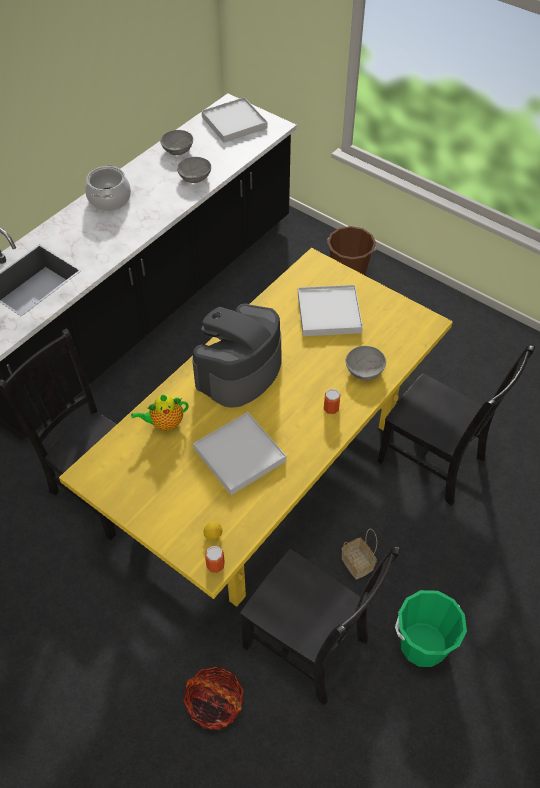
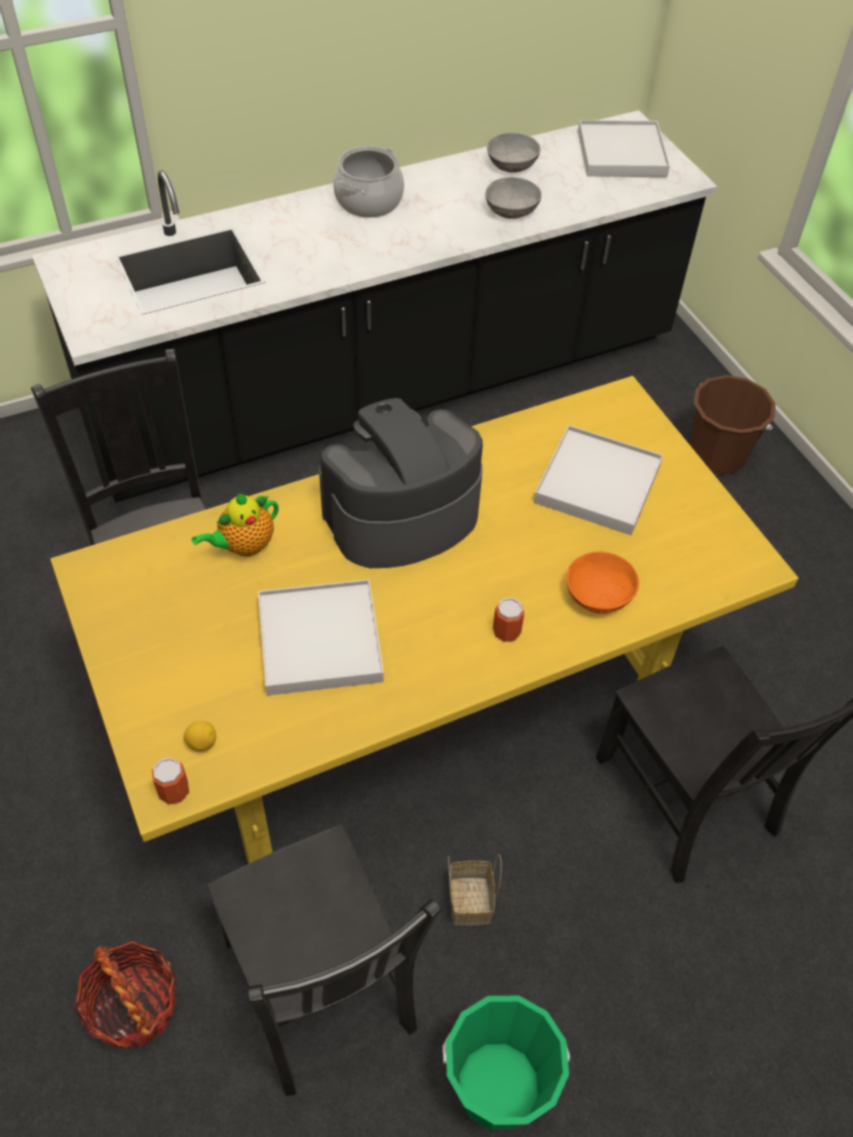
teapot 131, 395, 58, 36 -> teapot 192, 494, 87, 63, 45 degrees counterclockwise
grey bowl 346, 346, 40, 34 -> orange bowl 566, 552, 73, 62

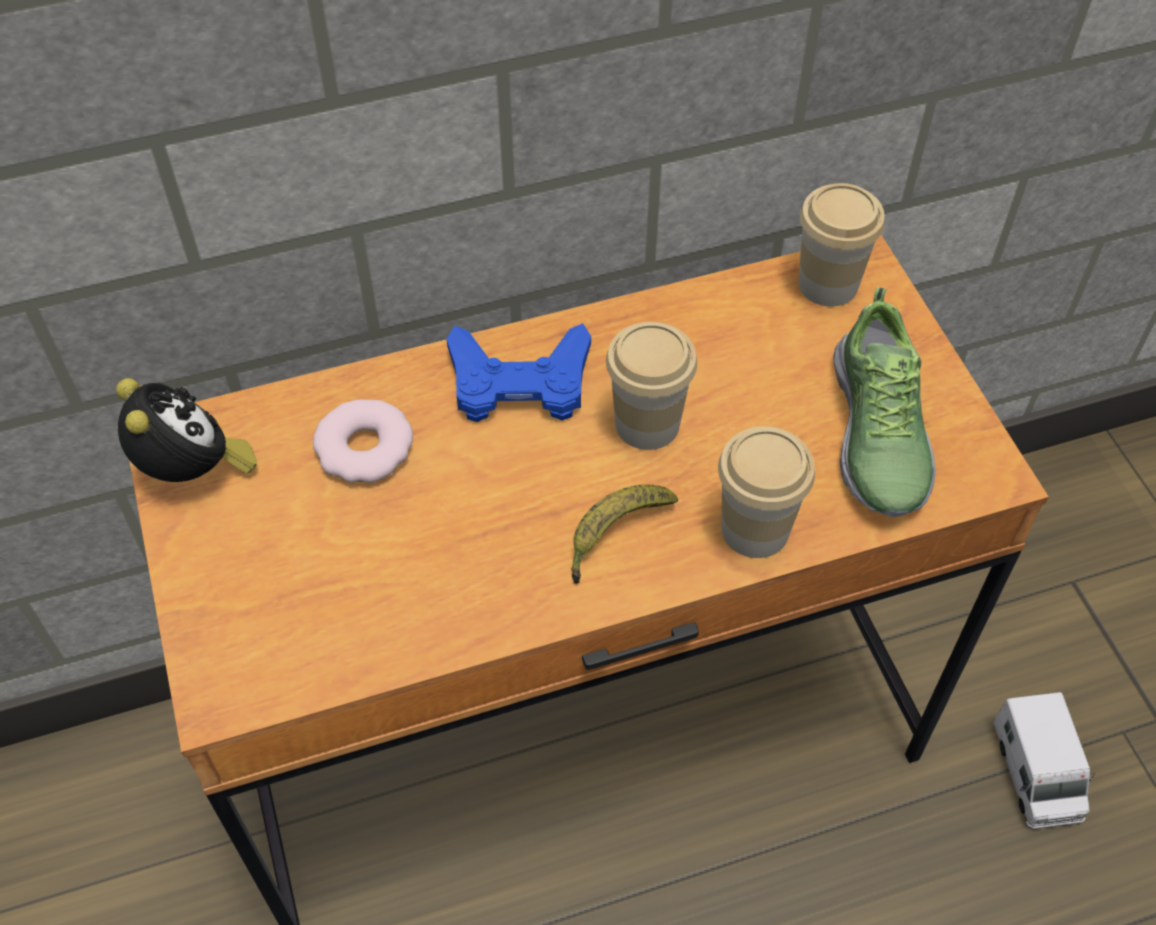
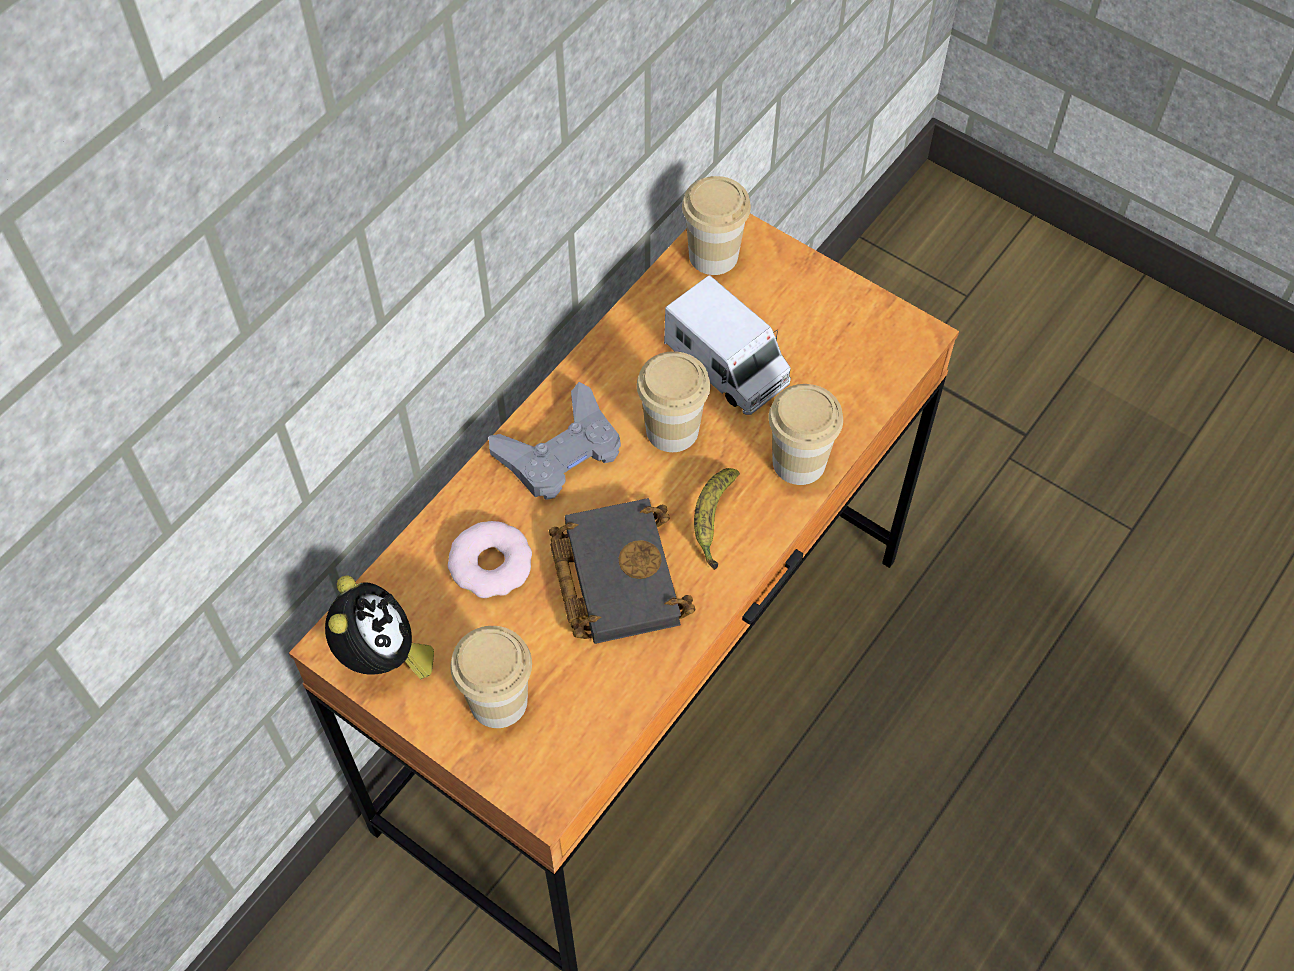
alarm clock 116, 378, 141, 104 -> alarm clock 325, 576, 109, 103, 60 degrees clockwise
none -> cup 451, 626, 81, 102
blue game controller 447, 323, 144, 99 -> grey game controller 489, 382, 132, 118
none -> black book 549, 498, 147, 146
toy truck 992, 692, 103, 137 -> toy truck 664, 275, 127, 140, shifted
shoe 833, 287, 103, 230 -> none

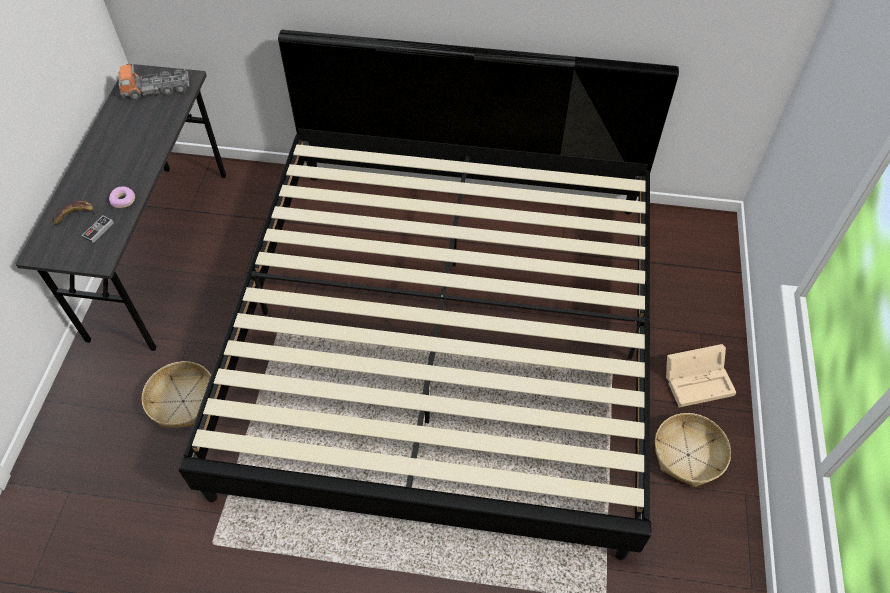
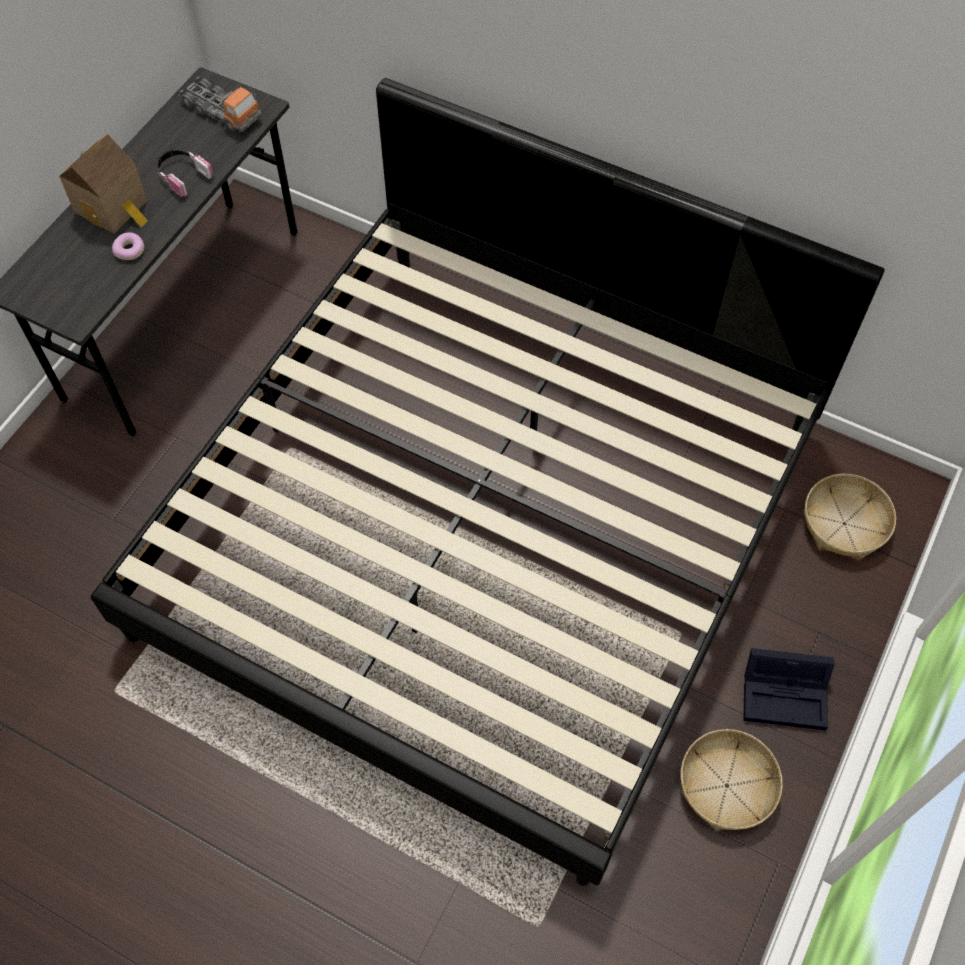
none -> toy house 59, 134, 89, 100
none -> headphones 157, 150, 56, 47
toy truck 119, 63, 70, 37 -> toy truck 179, 76, 83, 56, 150 degrees counterclockwise
beige storage box 666, 344, 70, 64 -> black storage box 743, 648, 92, 82
basket 142, 361, 69, 67 -> basket 803, 474, 93, 86, shifted
banana 54, 201, 44, 24 -> none
game controller 82, 216, 32, 27 -> none

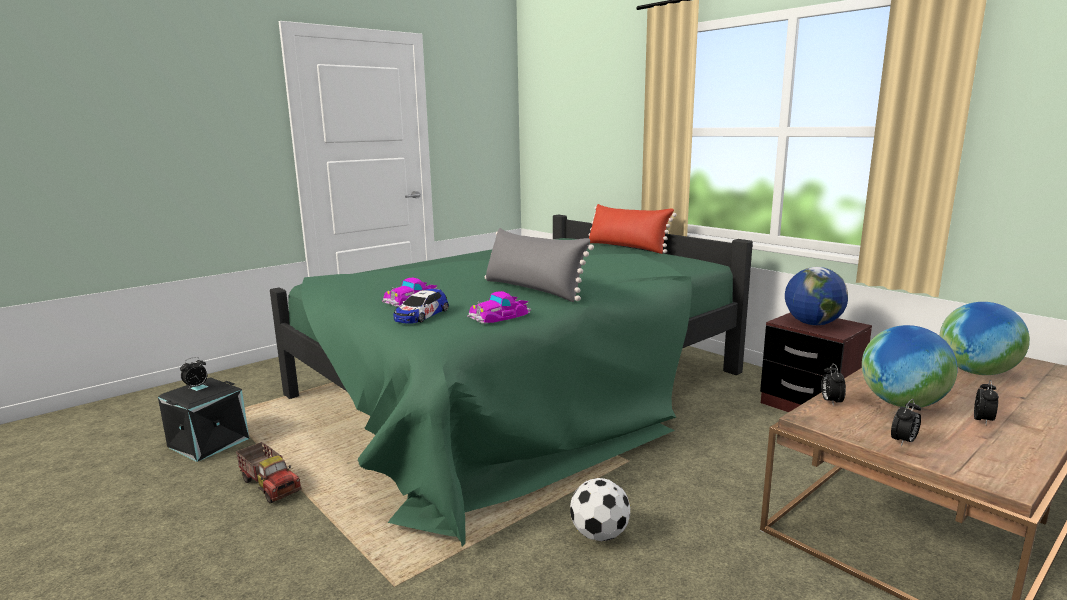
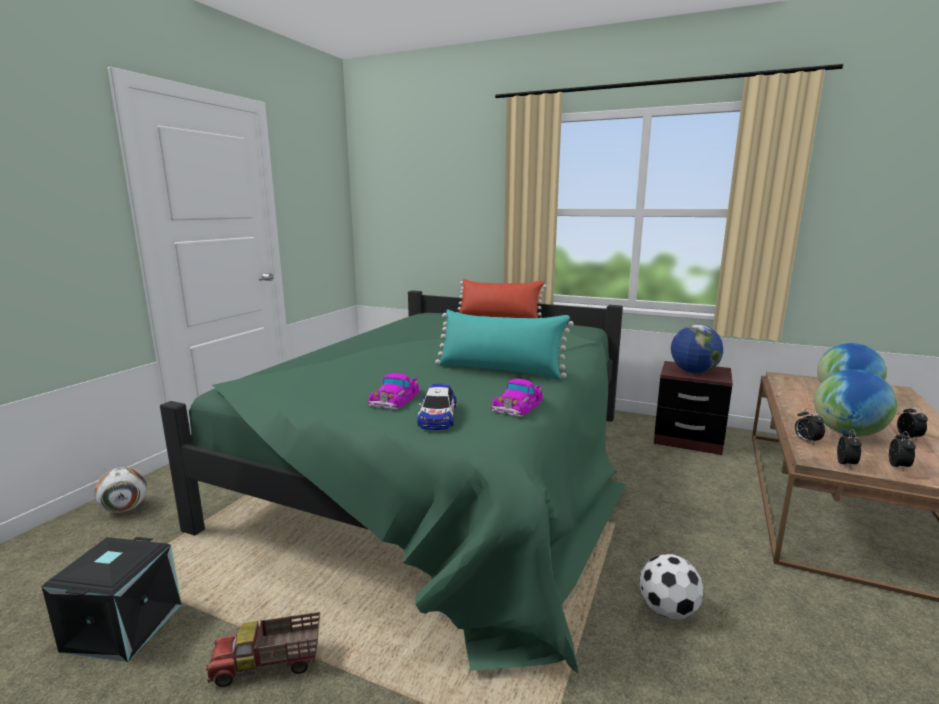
none -> football 94, 467, 53, 46
toy truck 236, 442, 66, 62 -> toy truck 206, 612, 114, 75, 150 degrees clockwise
grey pillow 485, 228, 109, 74 -> turquoise pillow 435, 310, 139, 70
alarm clock 180, 357, 27, 31 -> alarm clock 837, 429, 25, 40, shifted

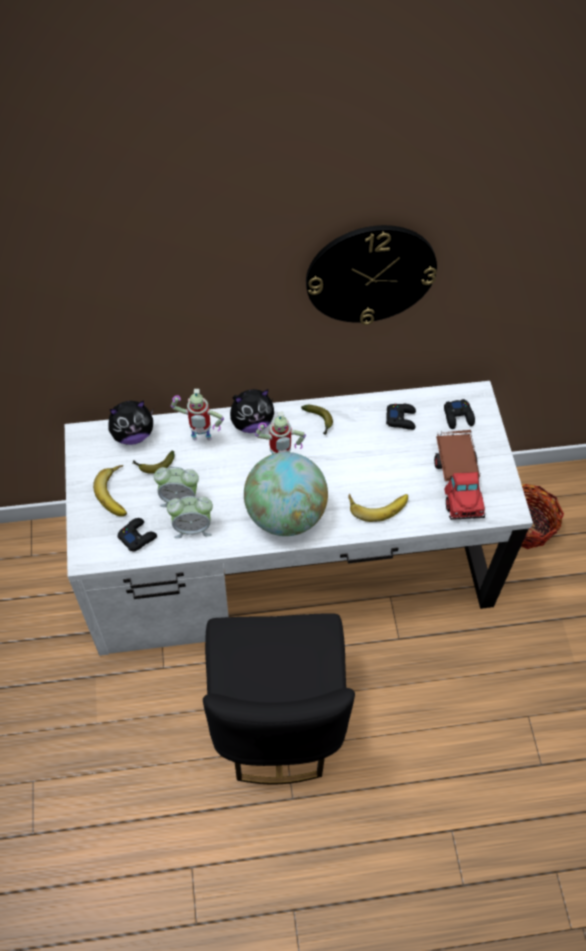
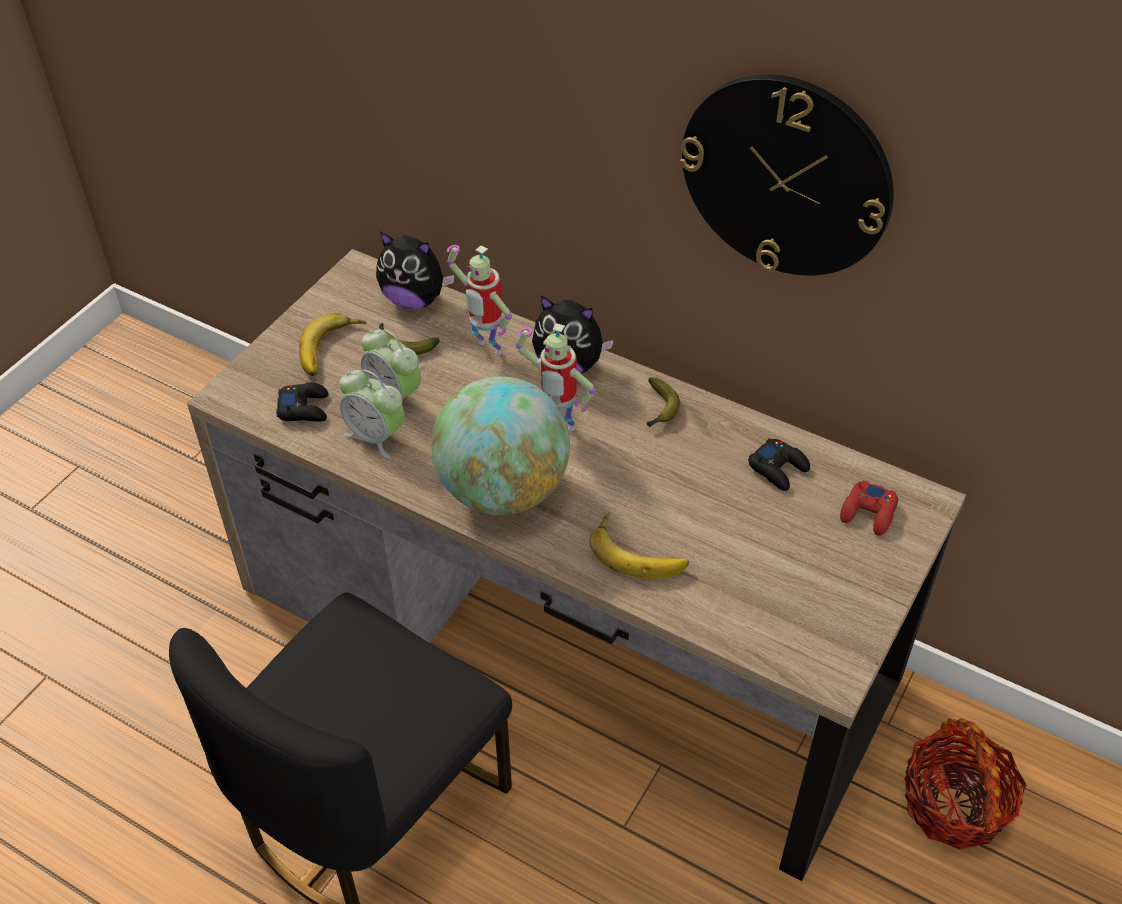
white desk 65, 381, 468, 275 -> brown desk 187, 249, 779, 632
black game controller 444, 399, 31, 30 -> red game controller 840, 480, 58, 56
toy truck 434, 430, 51, 90 -> none

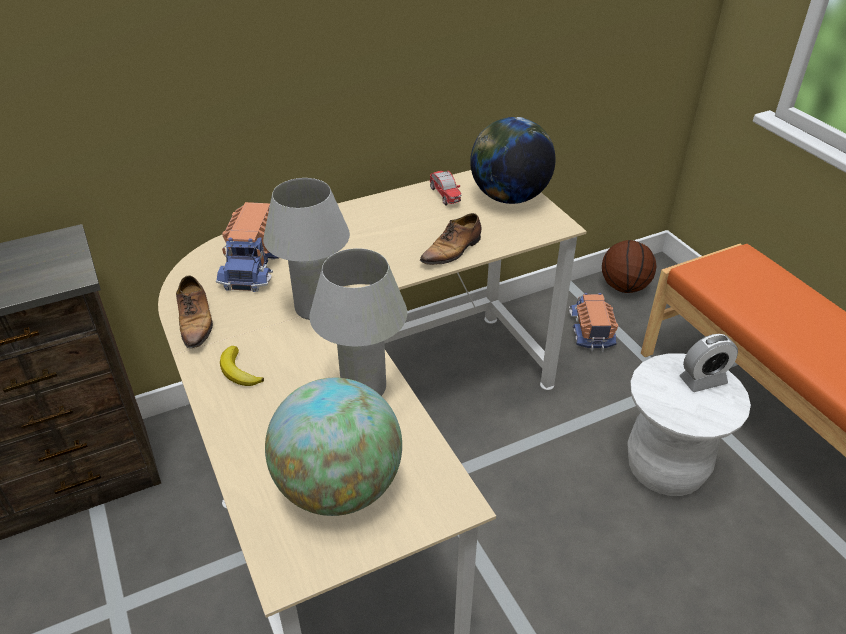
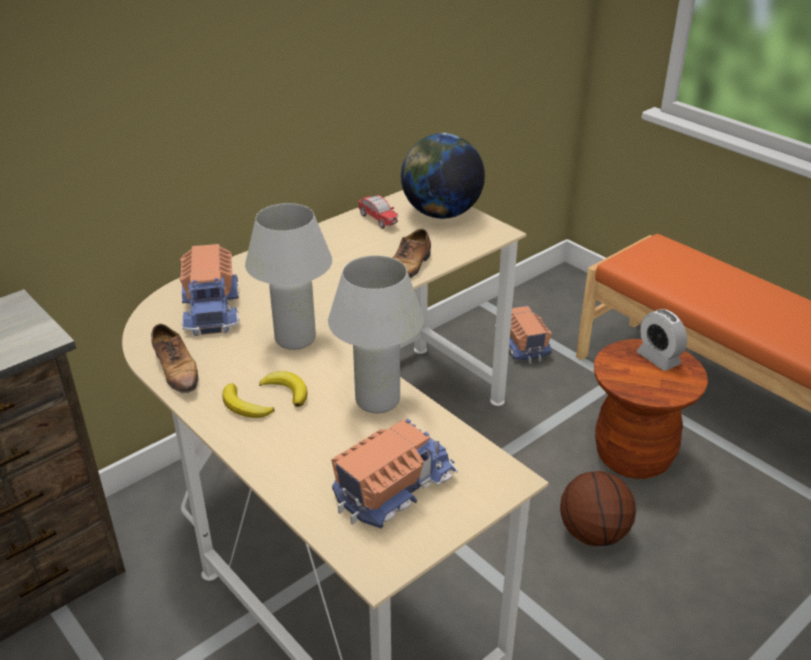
none -> banana 259, 371, 48, 36
globe 265, 378, 137, 138 -> toy truck 331, 419, 127, 109
basketball 602, 240, 54, 53 -> basketball 560, 471, 76, 75, shifted
white stool 627, 353, 124, 143 -> brown stool 594, 339, 114, 140
alarm clock 680, 334, 58, 58 -> alarm clock 637, 309, 50, 62, 90 degrees clockwise

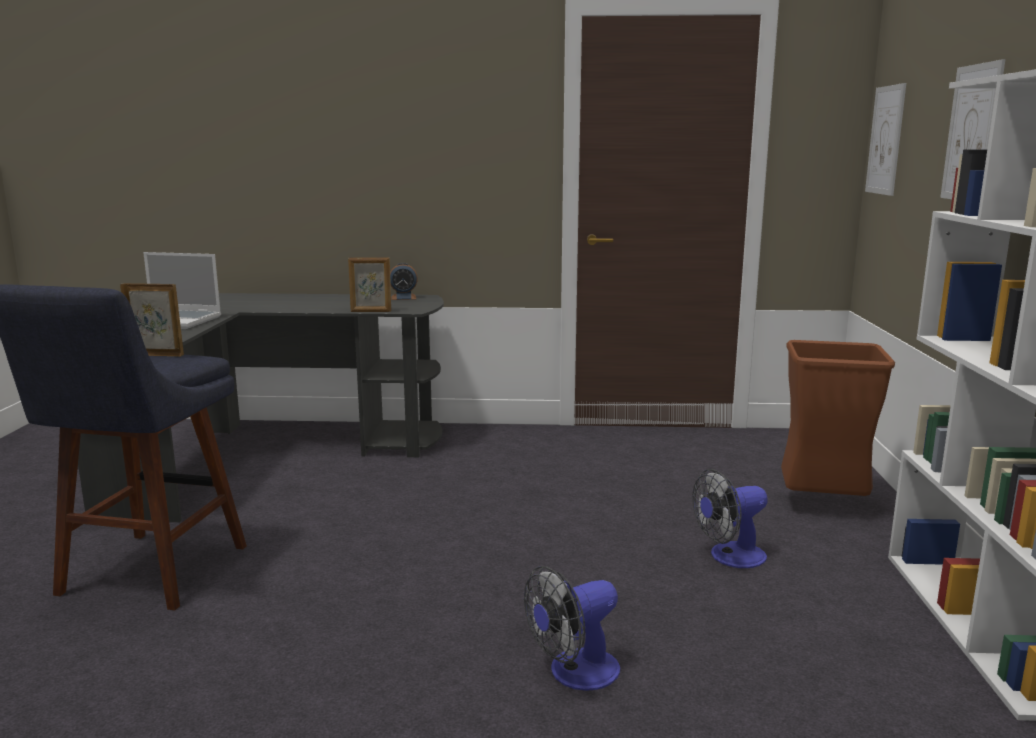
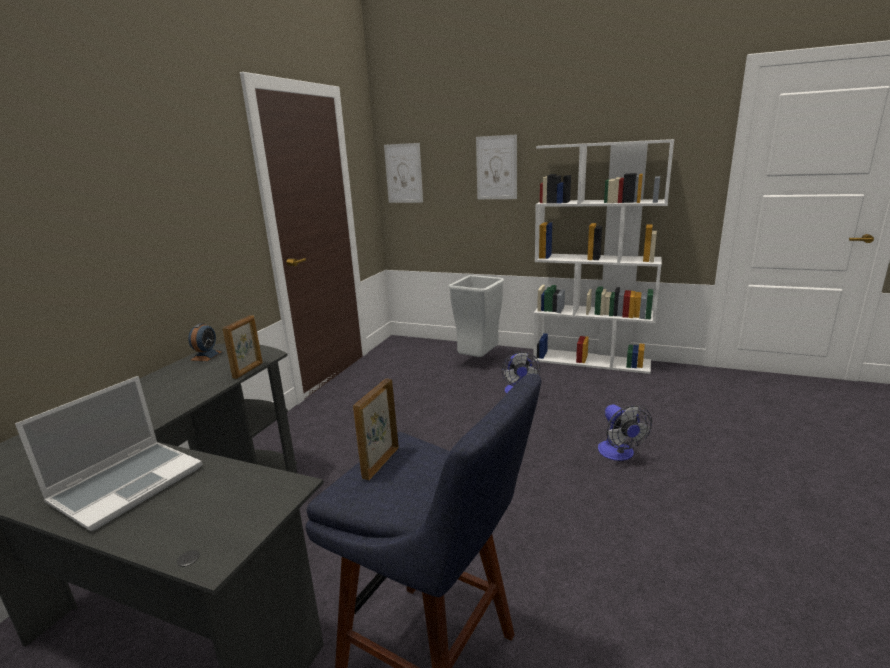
brown trash can 781, 340, 114, 156 -> grey trash can 449, 275, 55, 82

